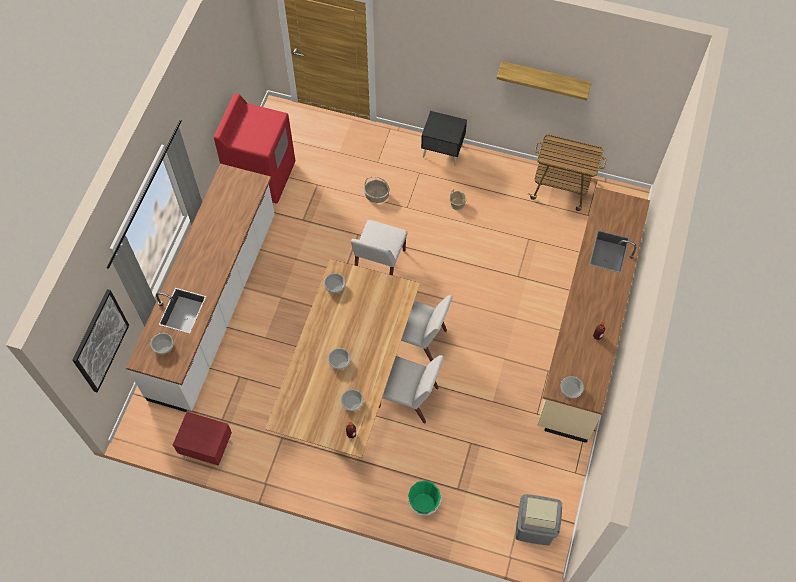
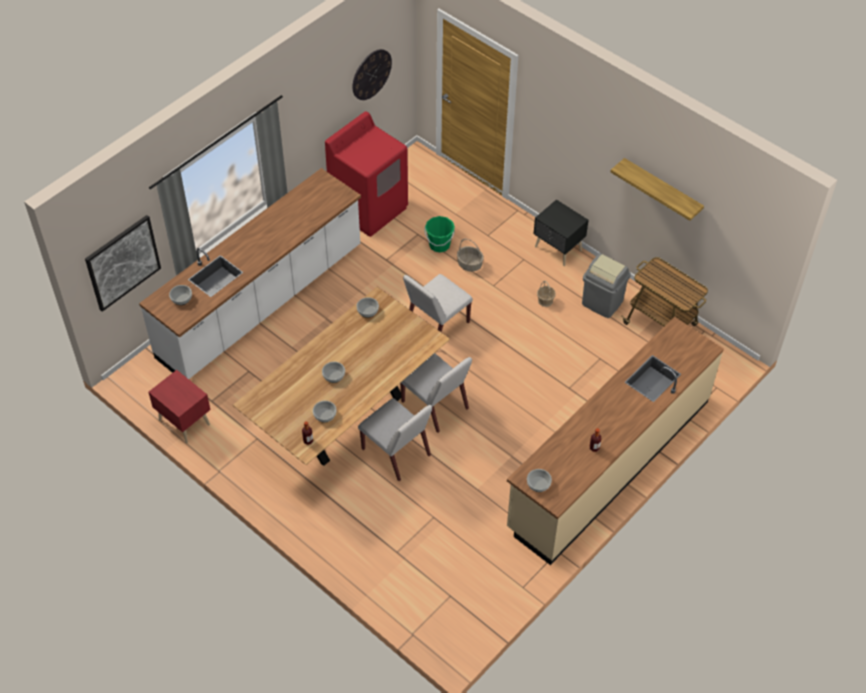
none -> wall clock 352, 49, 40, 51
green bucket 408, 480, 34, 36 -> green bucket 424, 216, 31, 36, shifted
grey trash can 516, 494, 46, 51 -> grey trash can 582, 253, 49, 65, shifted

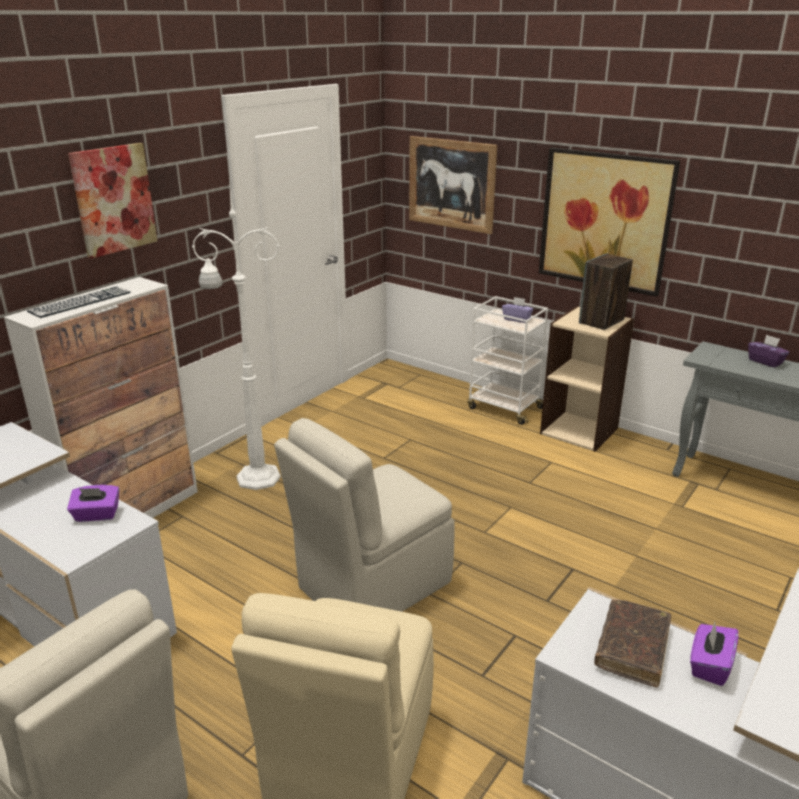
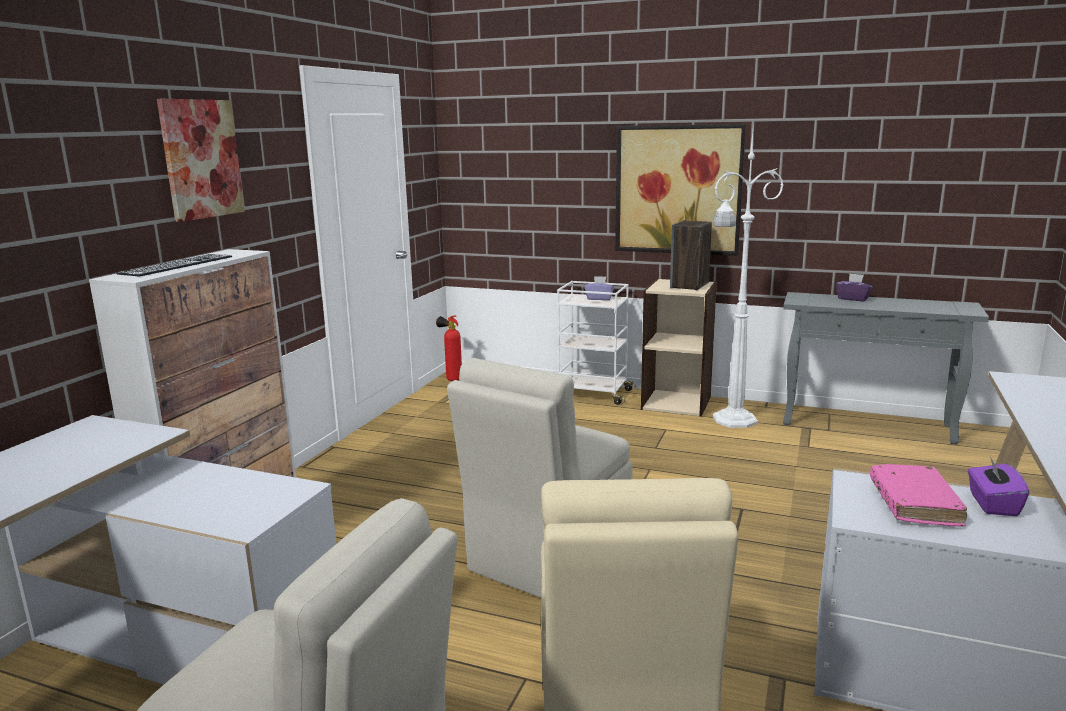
none -> fire extinguisher 436, 315, 26, 66
white floor lamp 192, 181, 89, 309 -> white floor lamp 713, 131, 71, 297, shifted
brown book 594, 599, 77, 88 -> pink book 870, 464, 97, 62
purple tissue box 67, 485, 52, 37 -> none
picture 409, 136, 88, 98 -> none

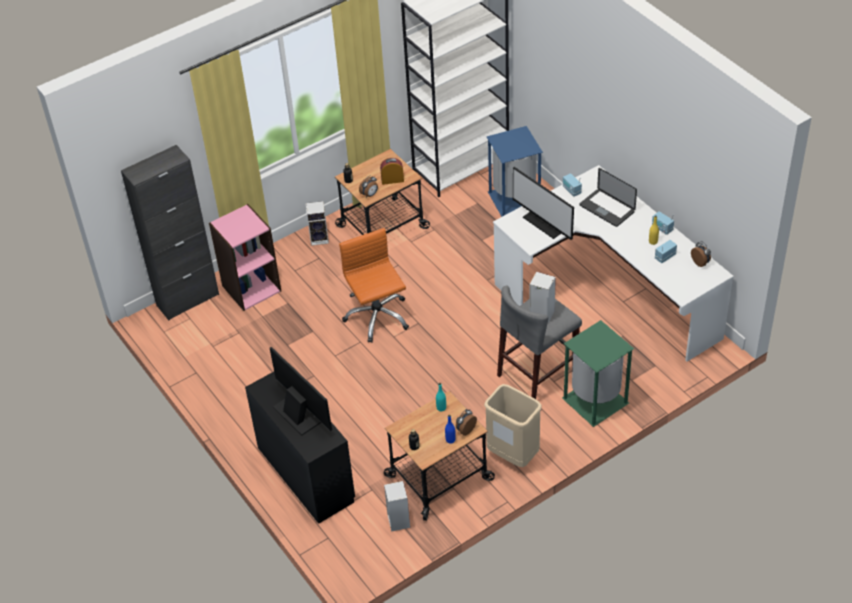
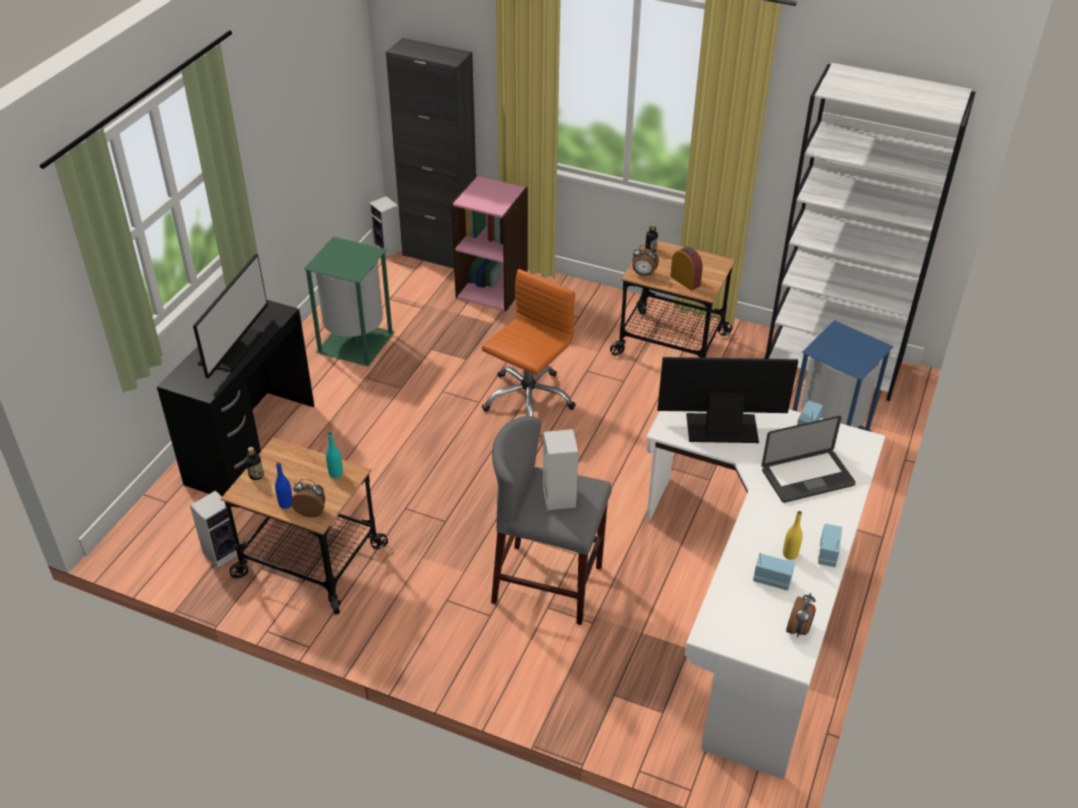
green trash can 562, 320, 72, 107 -> green trash can 303, 237, 91, 130, shifted
speaker 306, 201, 23, 45 -> speaker 369, 196, 33, 62, shifted
monitor 513, 167, 61, 73 -> monitor 657, 357, 141, 86, 75 degrees clockwise
laptop 580, 168, 57, 59 -> laptop 762, 416, 94, 87, 120 degrees counterclockwise
beige trash can 484, 384, 58, 83 -> none

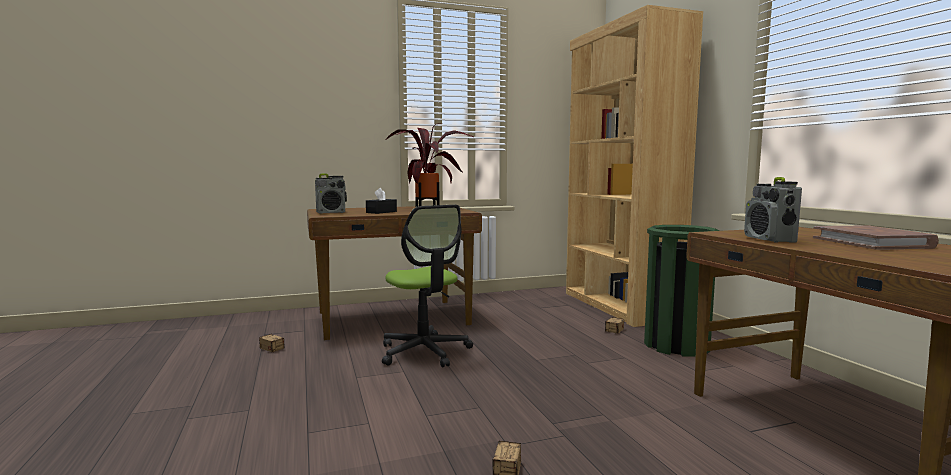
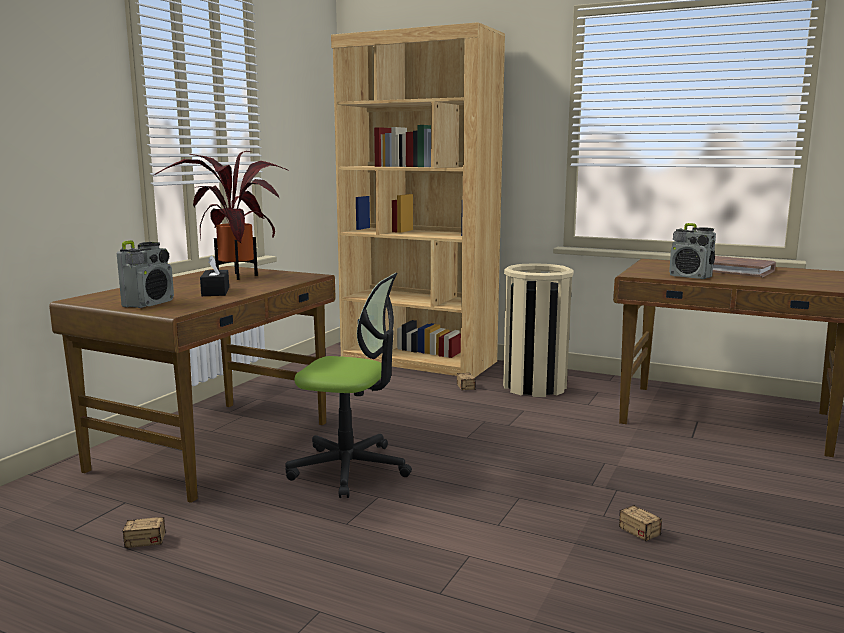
green trash can 644, 225, 75, 132 -> beige trash can 503, 263, 71, 134

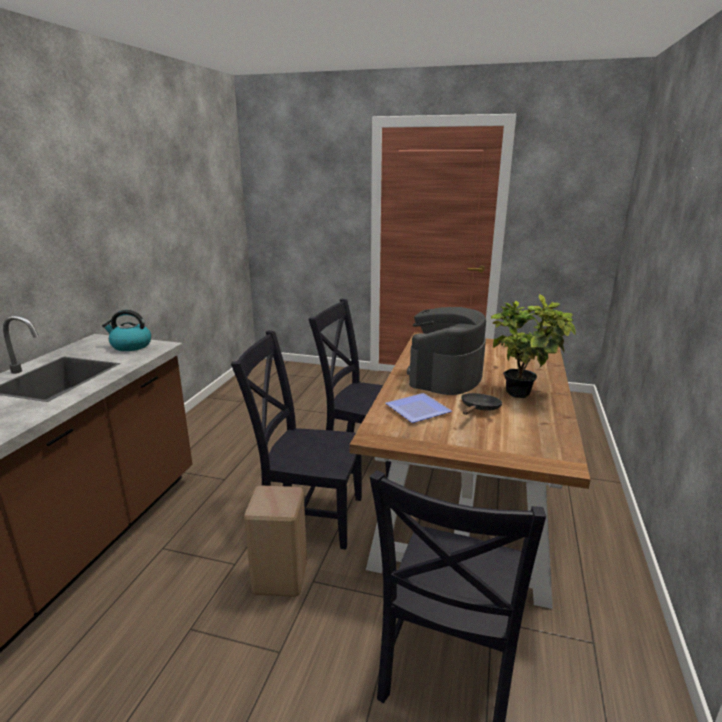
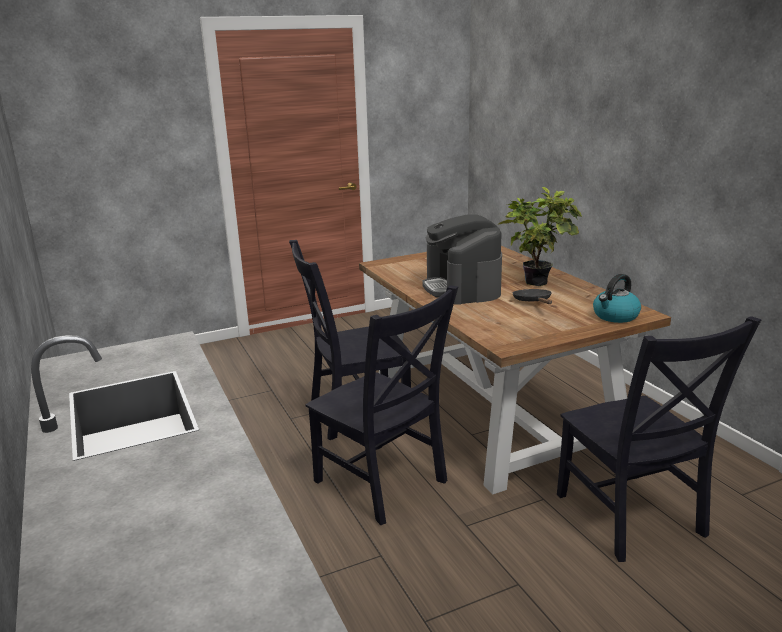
black chair 231, 330, 131, 219 -> black chair 305, 285, 153, 240, 105 degrees counterclockwise
kettle 102, 310, 49, 41 -> kettle 593, 274, 48, 49, shifted
beige stool 244, 485, 63, 112 -> none
plate 386, 393, 66, 30 -> none

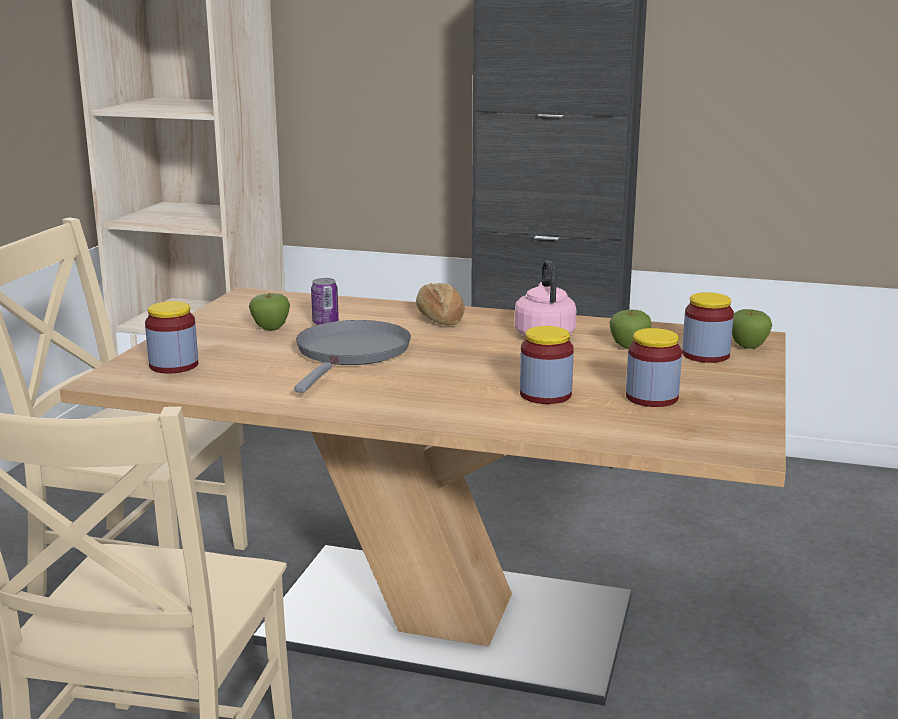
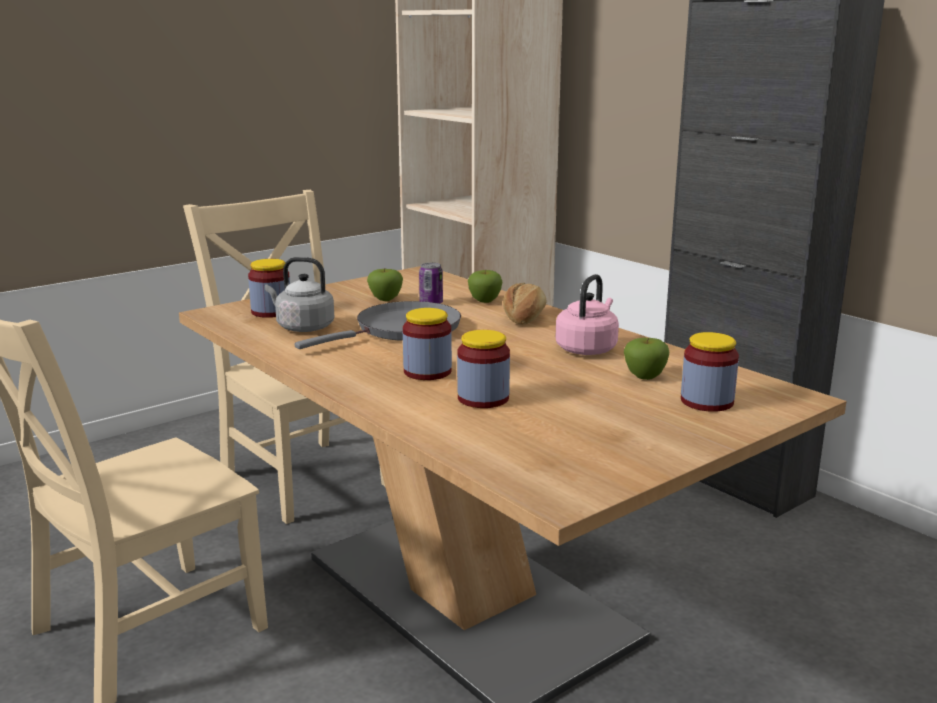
none -> grey kettle 265, 257, 70, 75
jar 626, 328, 56, 79 -> jar 403, 308, 49, 72, shifted
apple 732, 309, 40, 40 -> apple 468, 270, 34, 33, shifted

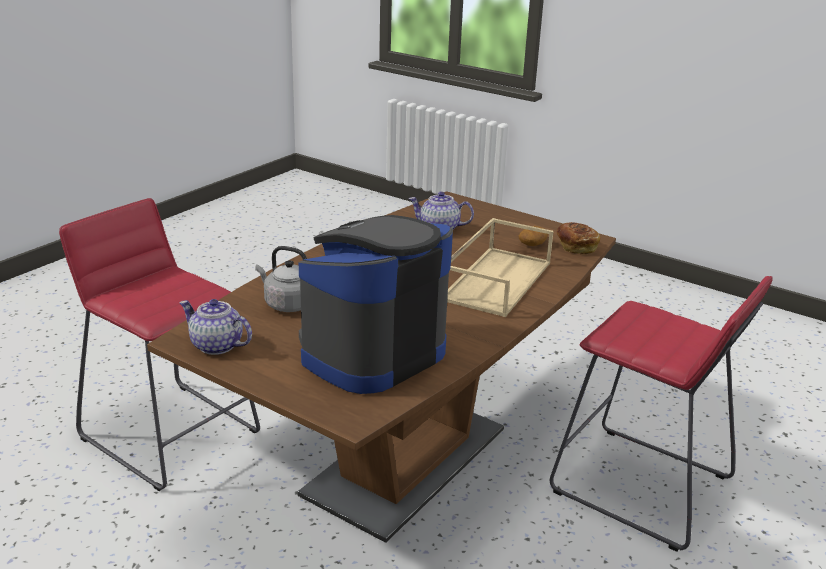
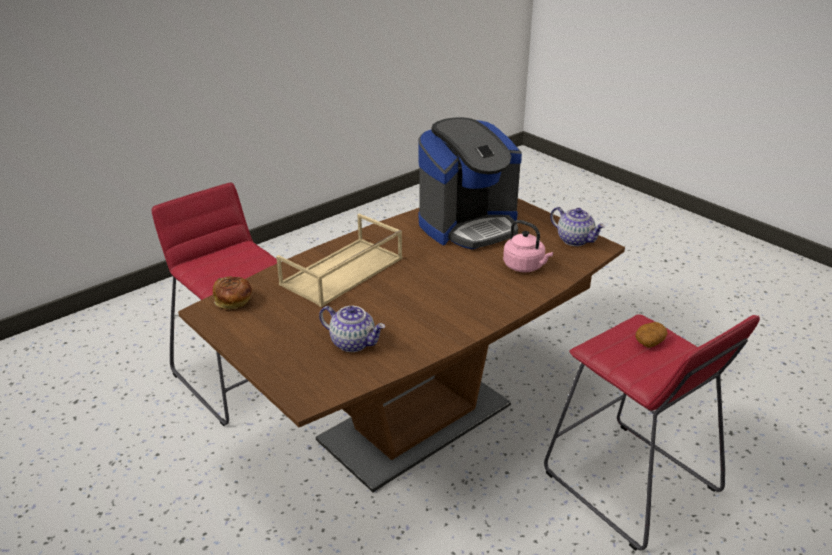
grey kettle 255, 246, 52, 66 -> pink kettle 503, 220, 50, 53
potato 518, 226, 30, 20 -> potato 635, 322, 33, 26, shifted

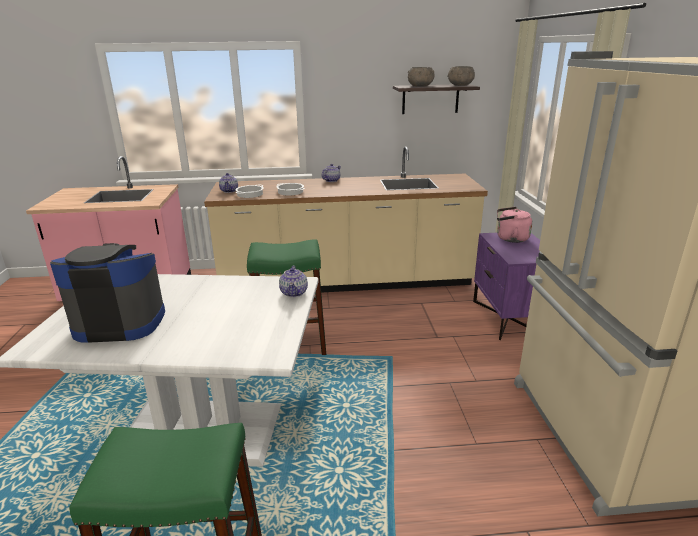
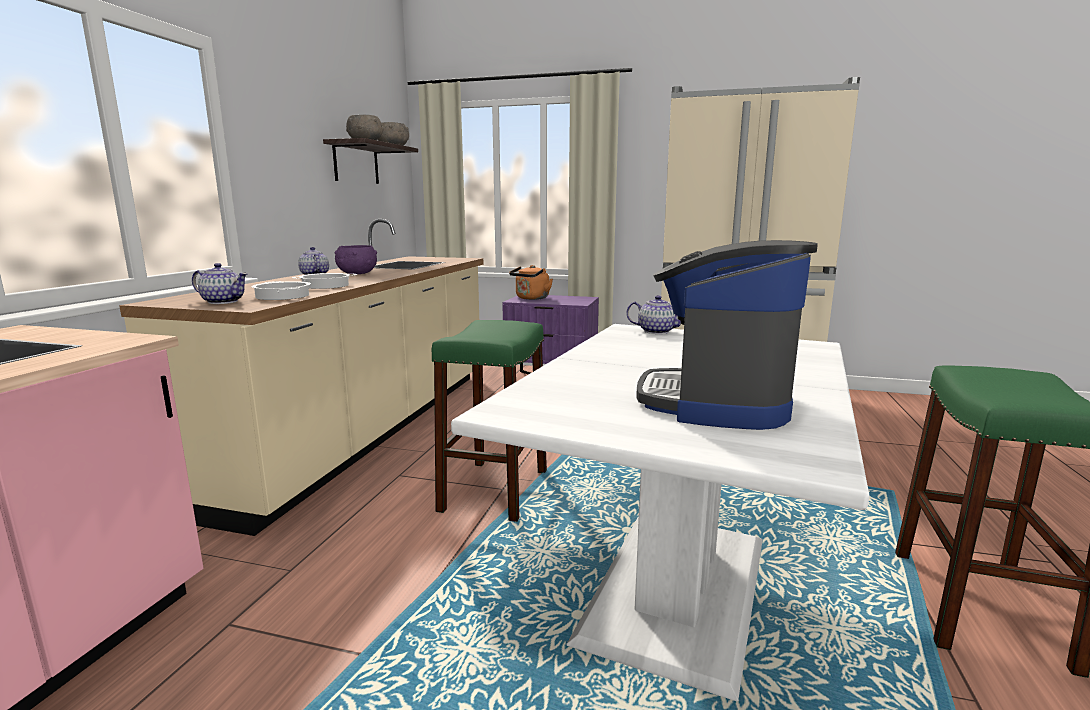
none -> purple bowl 335, 245, 42, 29
pink kettle 497, 207, 35, 36 -> orange kettle 509, 265, 44, 35

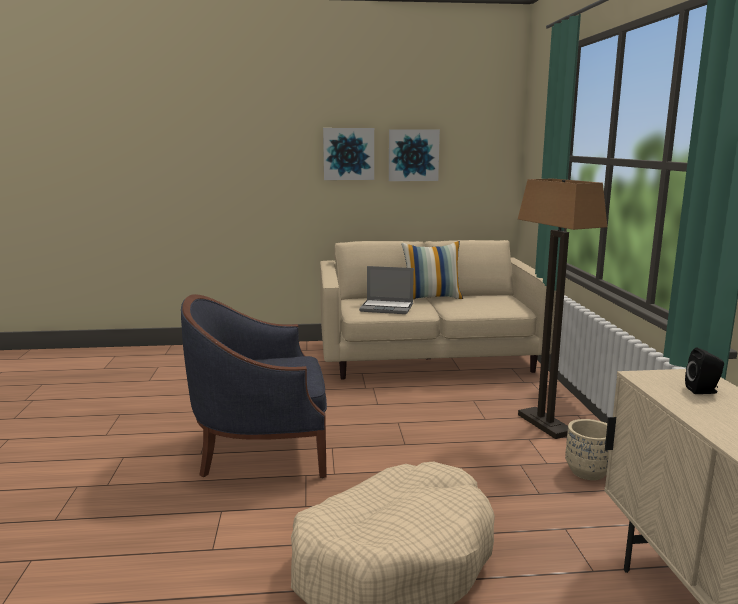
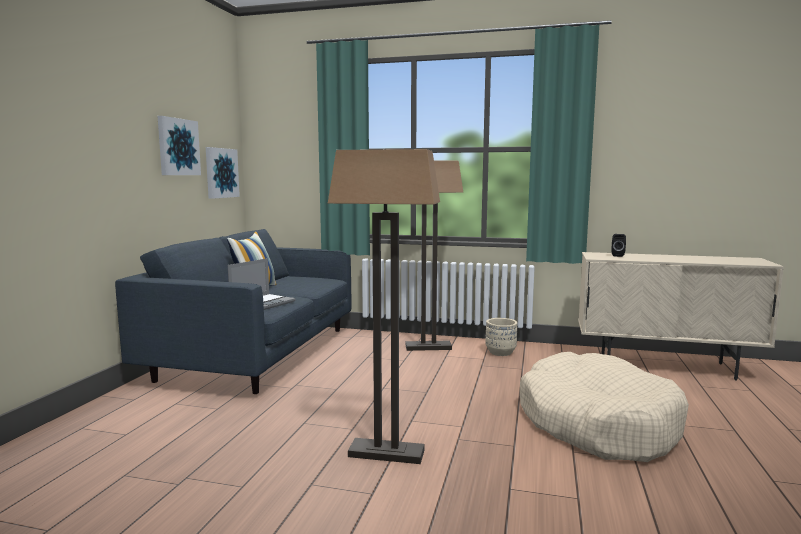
beige sofa 320, 240, 236, 139 -> blue sofa 115, 229, 237, 165
picture 323, 128, 51, 52 -> picture 206, 147, 34, 52, shifted
blue armchair 181, 294, 146, 184 -> floor lamp 328, 149, 112, 315

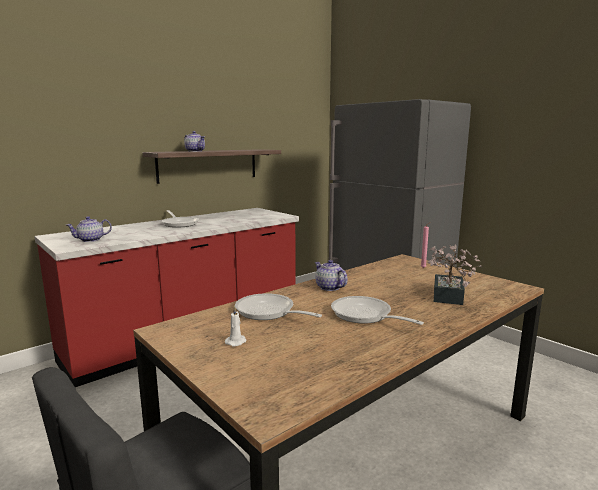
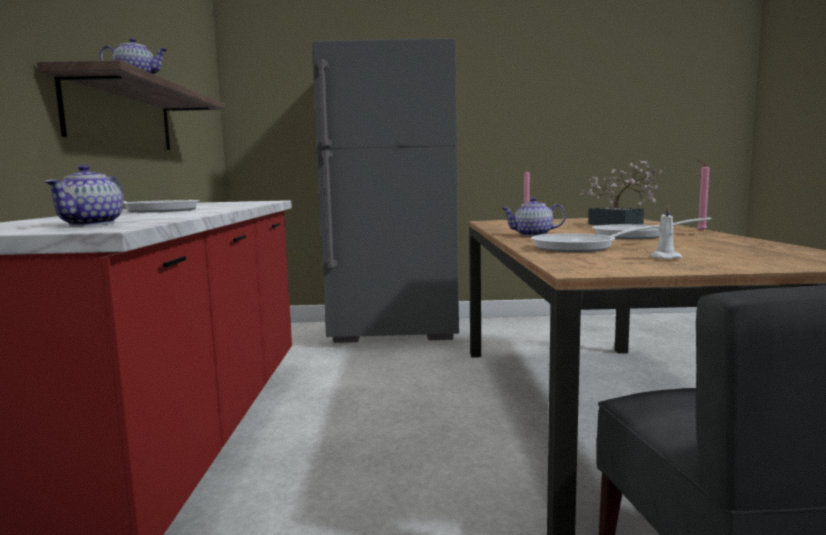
none -> pink candle 697, 160, 13, 71

